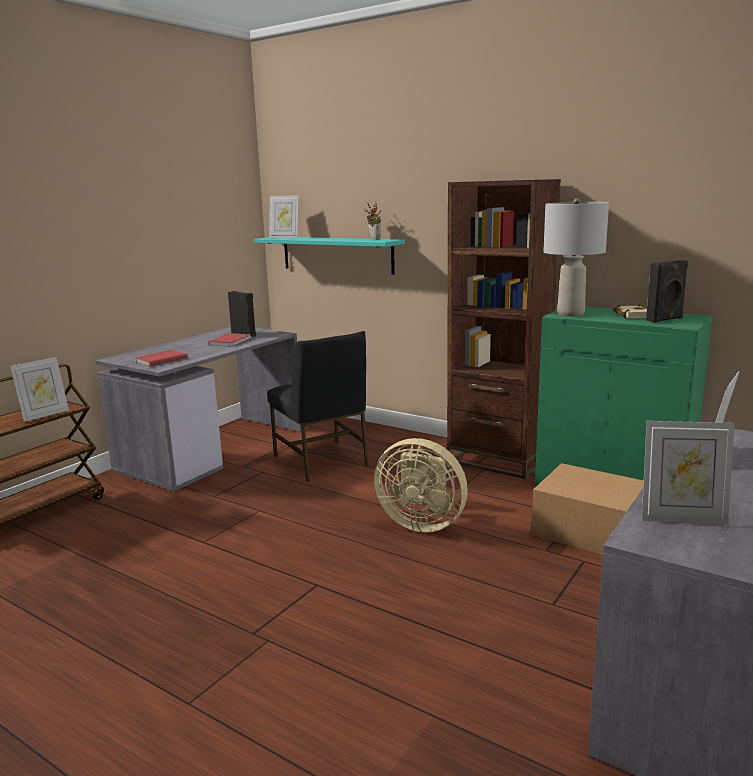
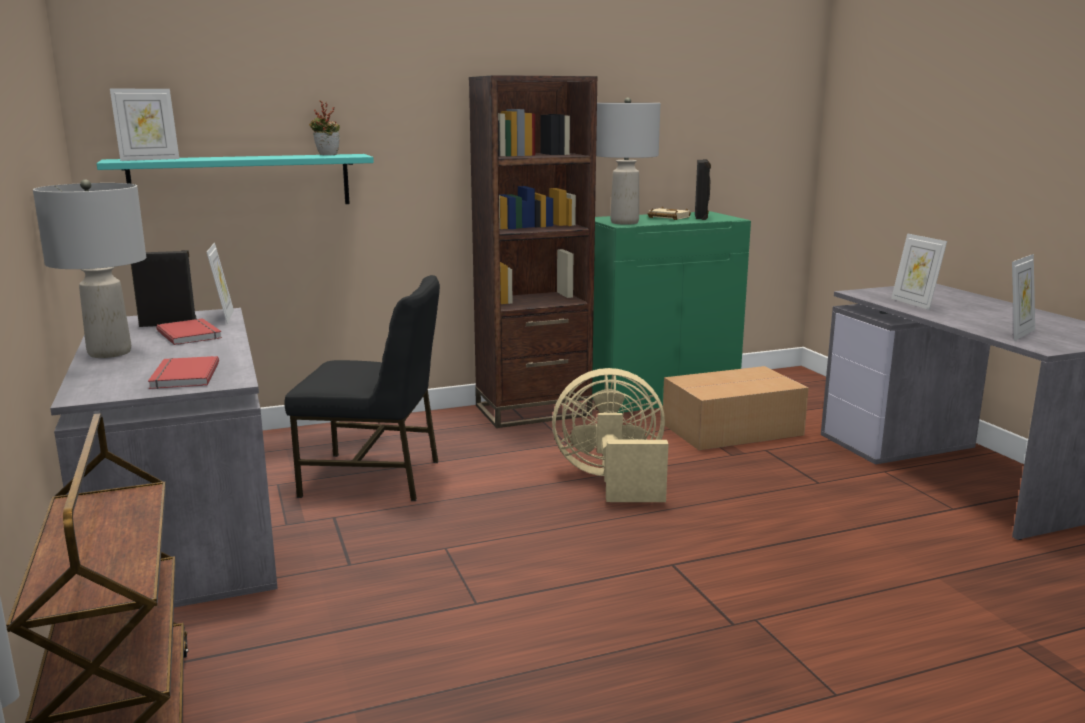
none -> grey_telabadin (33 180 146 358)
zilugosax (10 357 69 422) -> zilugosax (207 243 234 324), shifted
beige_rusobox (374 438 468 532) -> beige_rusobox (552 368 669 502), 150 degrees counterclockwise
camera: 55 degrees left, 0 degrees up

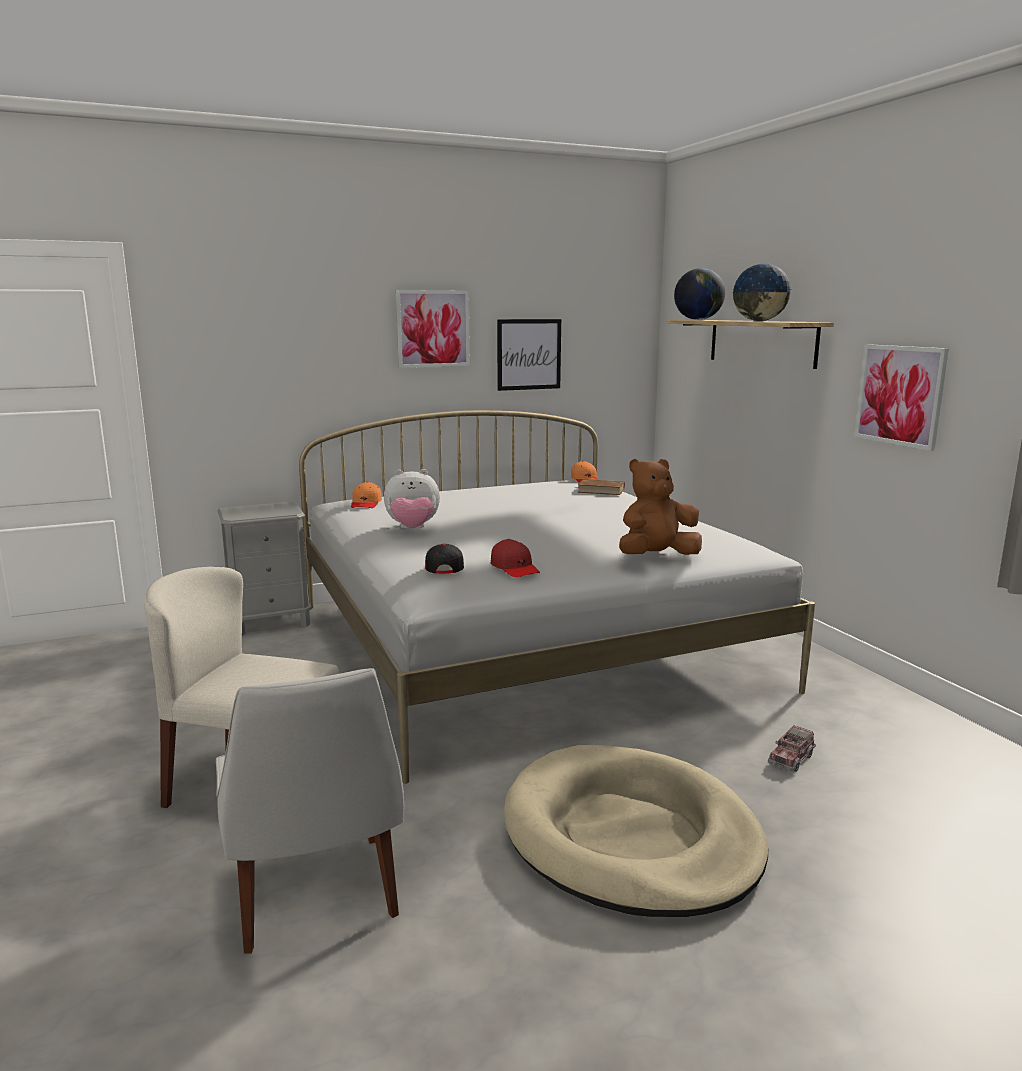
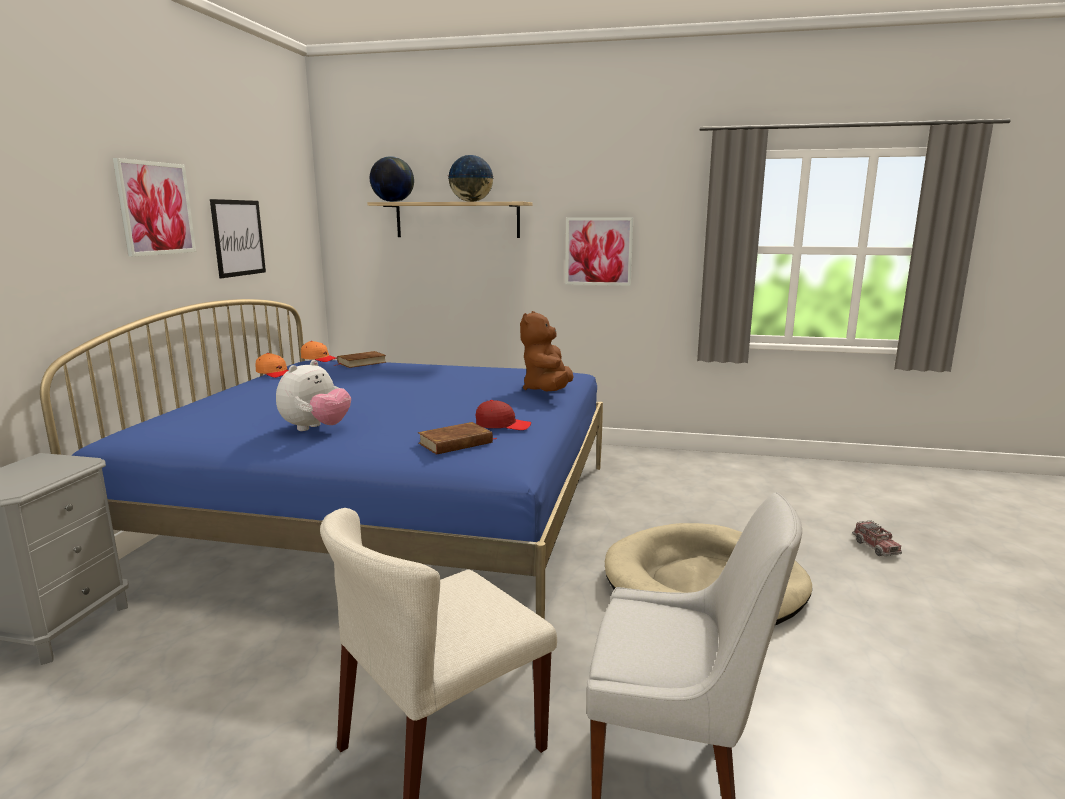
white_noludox (299 410 815 784) -> blue_noludox (40 299 603 619)
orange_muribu (351 481 382 508) -> orange_muribu (255 353 288 378), shifted
black_muribu (425 544 464 574) -> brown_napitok (418 422 496 455)
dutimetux (768 726 816 772) -> dutimetux (852 520 902 556), shifted
camera: 55 degrees left, 0 degrees up

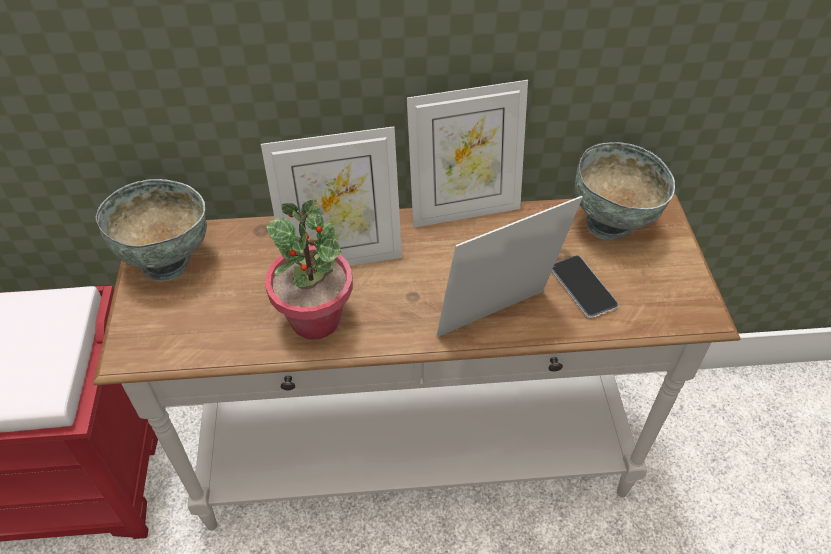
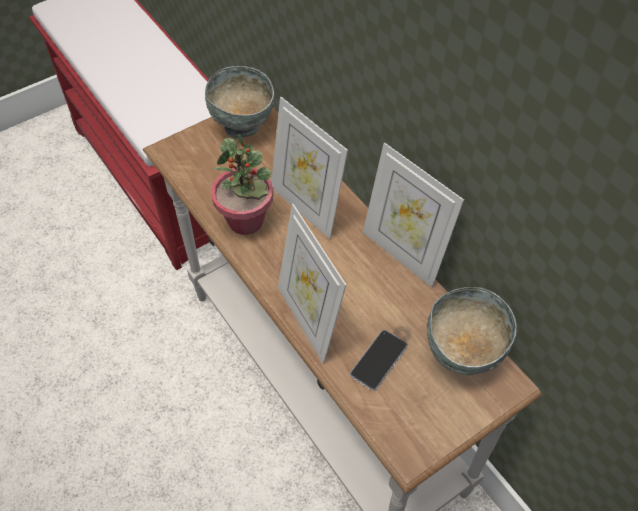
zilugosax (436 196 583 337) -> zilugosax (278 204 346 364), 150 degrees counterclockwise
camera: 60 degrees right, 5 degrees up

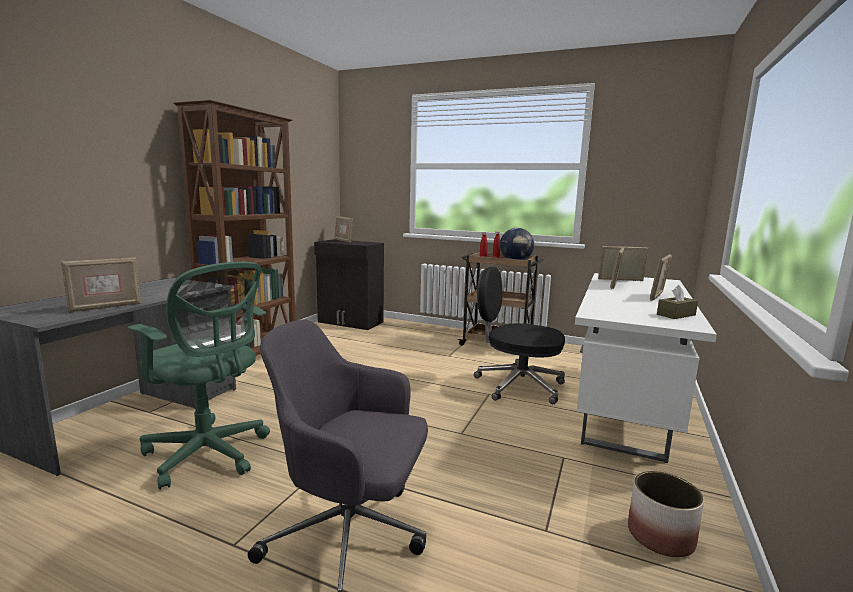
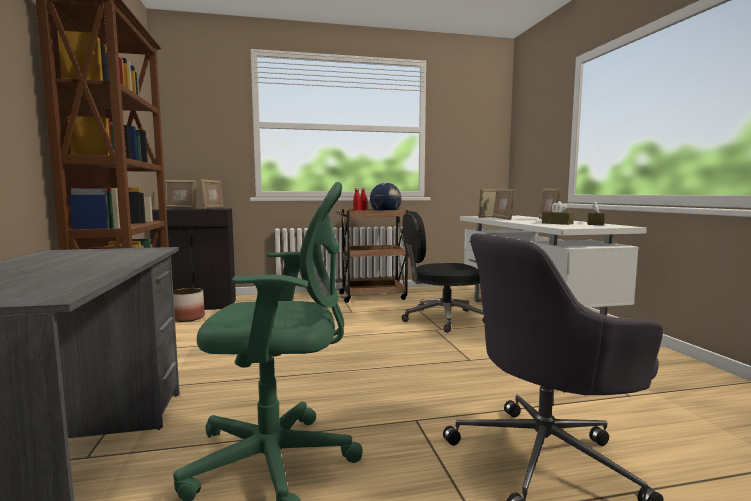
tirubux (628 471 704 557) -> tirubux (173 288 205 322), shifted
zilugosax (61 257 141 313) -> zilugosax (200 179 224 209), shifted
none -> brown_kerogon (542 201 574 225)
camera: 35 degrees left, 5 degrees down

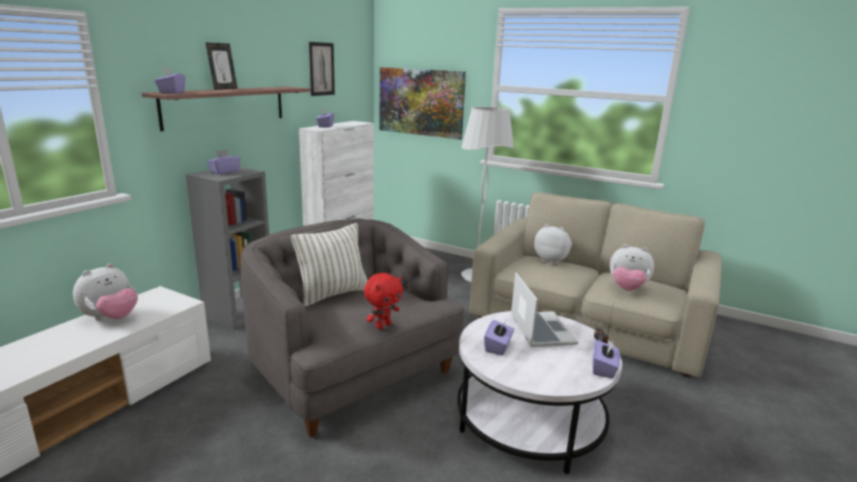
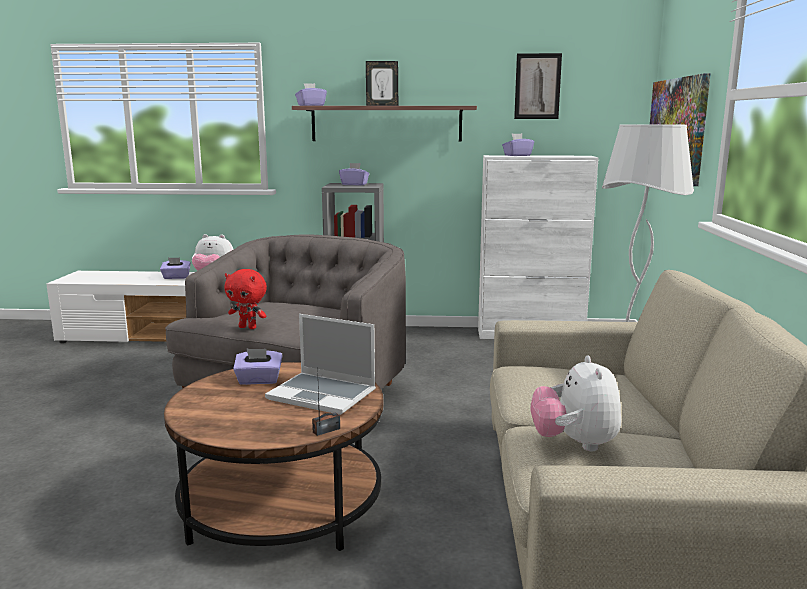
purple_kerogon (592 340 620 378) -> purple_kerogon (160 258 191 279), shifted
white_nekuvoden (457 311 622 474) -> brown_nekuvoden (164 362 383 551)
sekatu (511 273 578 347) -> sekatu (265 314 376 415), 60 degrees clockwise
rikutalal (291 223 368 306) -> none
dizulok (534 224 572 265) -> none
camera: 65 degrees right, 5 degrees down

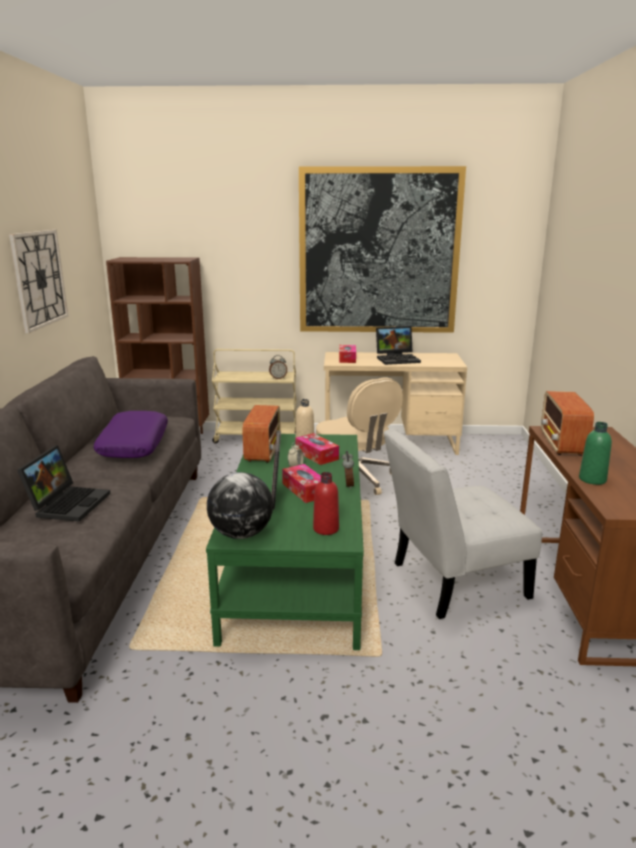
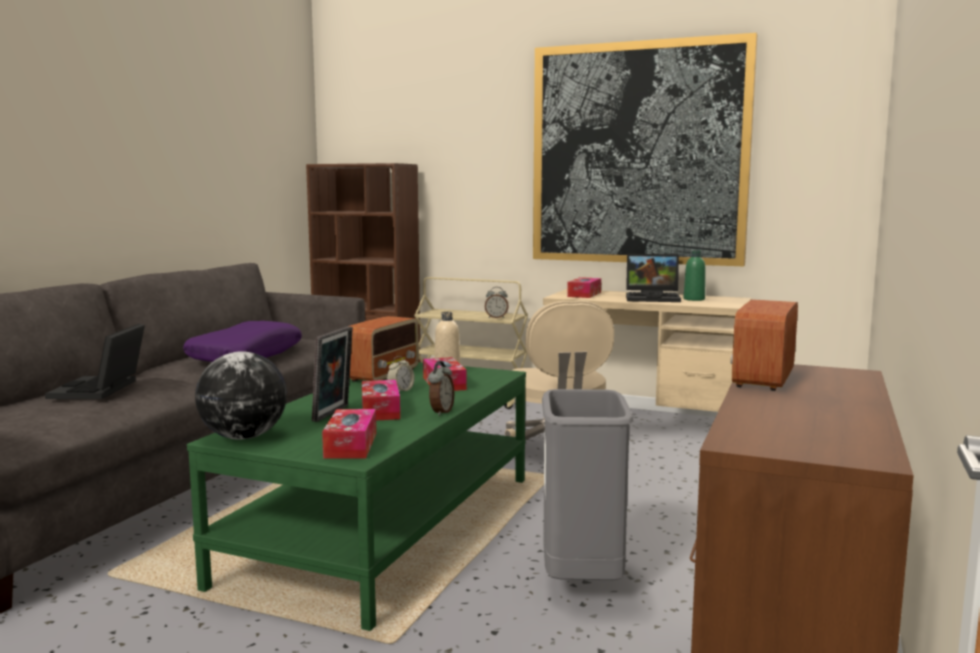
sekatu (17 445 111 522) -> sekatu (45 324 145 399), 150 degrees clockwise
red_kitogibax (313 472 339 535) -> kerogon (322 409 376 459)
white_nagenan (384 429 542 619) -> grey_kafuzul (542 389 633 580)
green_kitogibax (579 422 612 485) -> green_kitogibax (684 250 706 301), shifted
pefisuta (9 230 68 333) -> none
camera: 20 degrees right, 10 degrees down

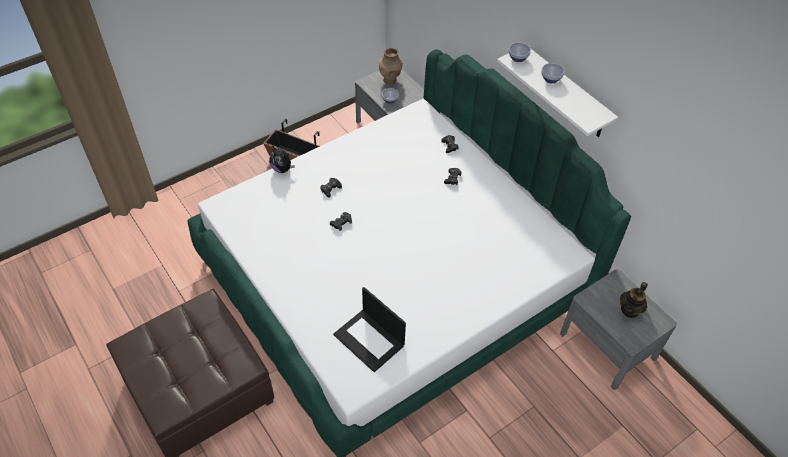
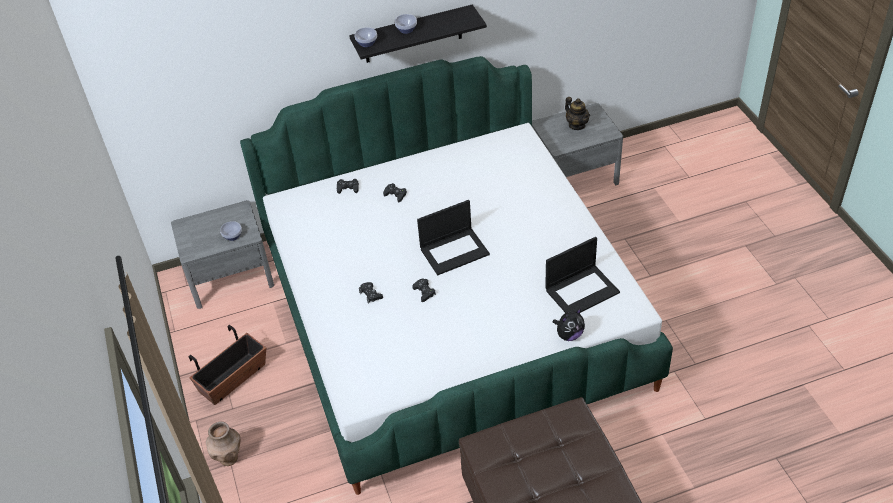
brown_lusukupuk (379 47 403 84) -> brown_lusukupuk (206 421 241 466), shifted
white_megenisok (497 48 618 137) -> black_megenisok (349 5 487 63)
none -> sekatu (417 200 490 275)
dizulok (269 146 295 173) -> dizulok (553 308 585 341), shifted
camera: 70 degrees left, 5 degrees down

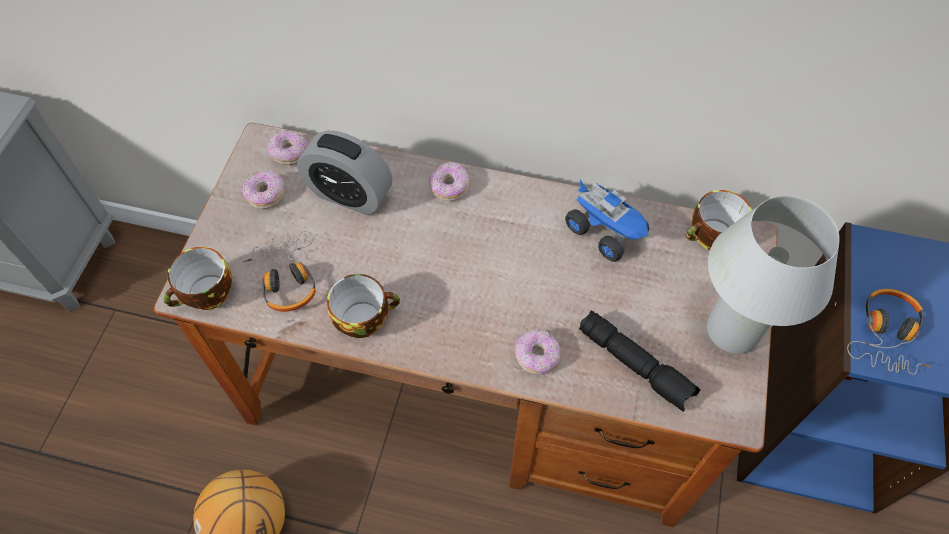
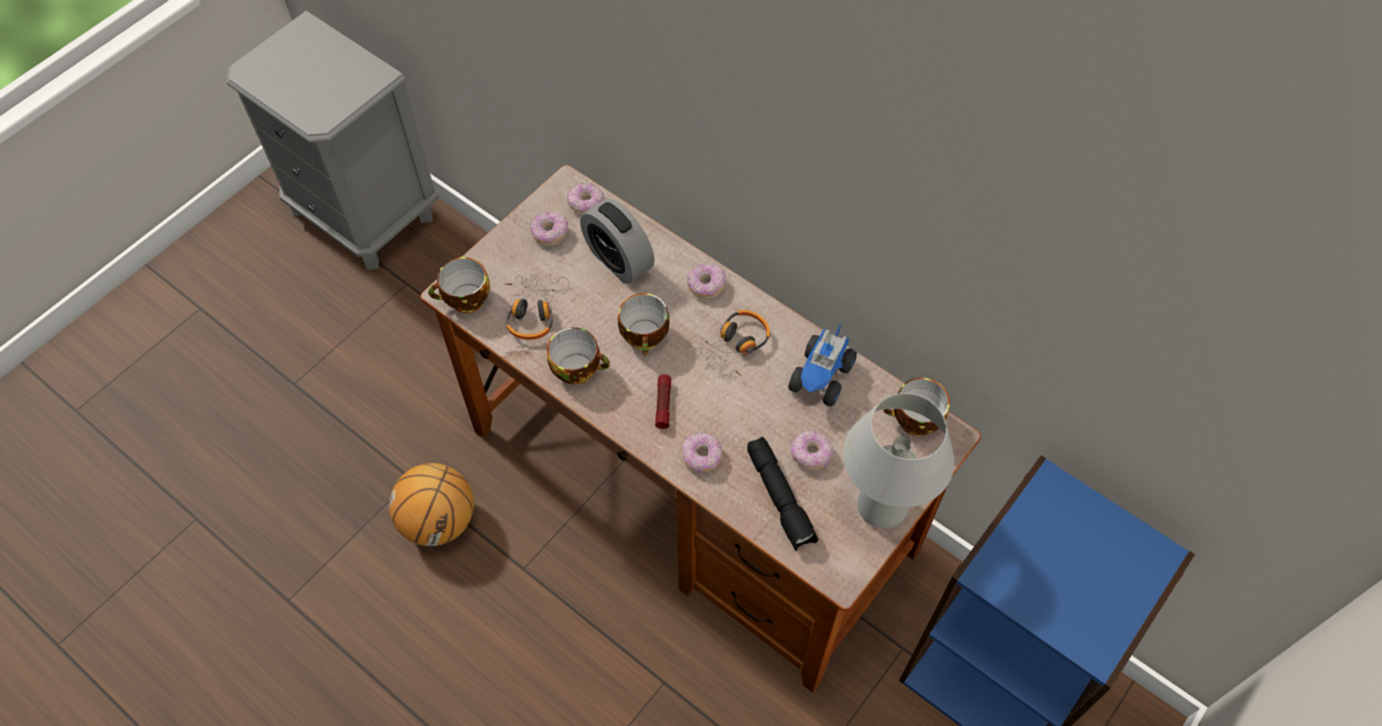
none -> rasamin (618 293 670 356)
none -> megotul (655 374 671 429)
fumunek (847 289 931 375) -> fumunek (687 310 770 376), shifted
dutimetux (565 180 649 262) -> dutimetux (788 324 857 406), 45 degrees clockwise
none -> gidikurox (791 430 833 470)
camera: 25 degrees right, 0 degrees up

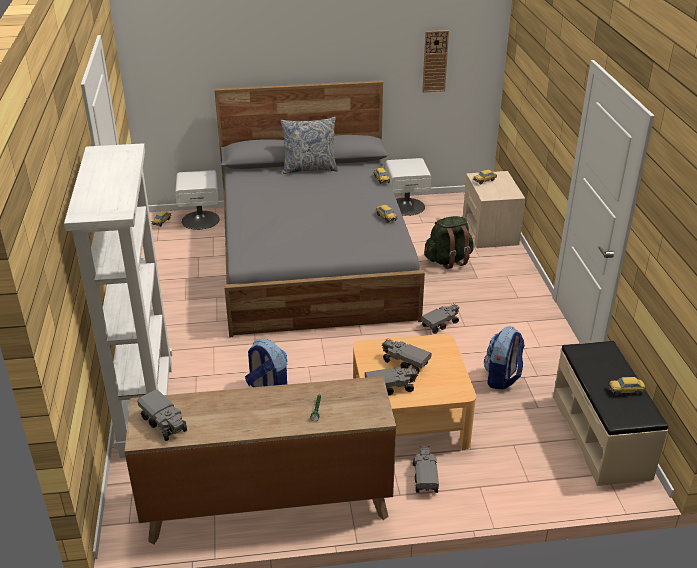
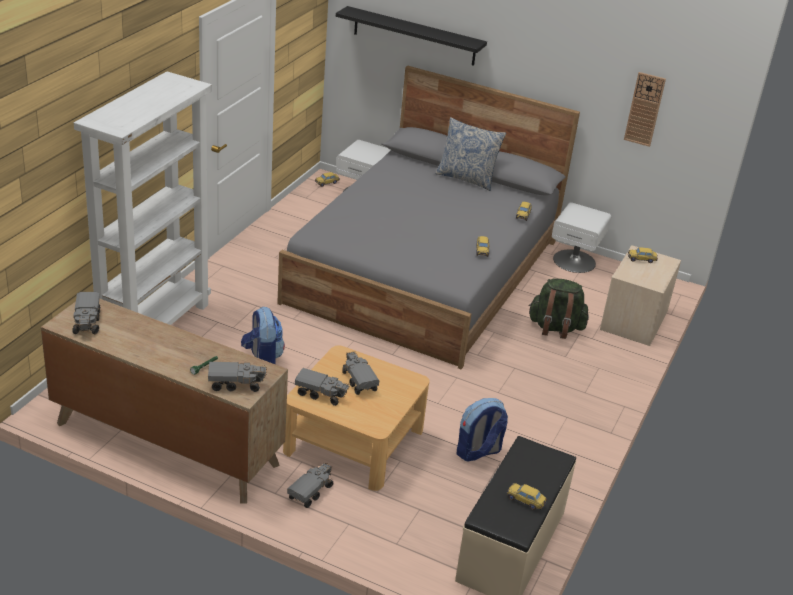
dutimetux (421 304 459 334) -> dutimetux (208 362 267 392), shifted
none -> black_megenisok (336 6 487 66)
camera: 30 degrees right, 0 degrees up

